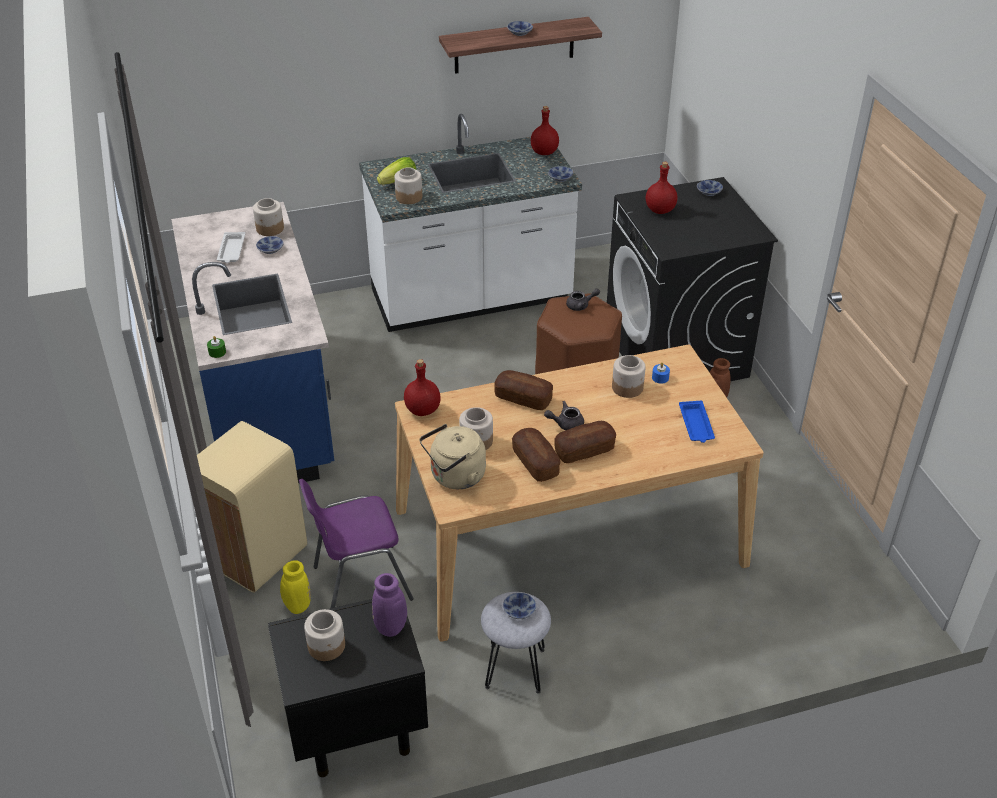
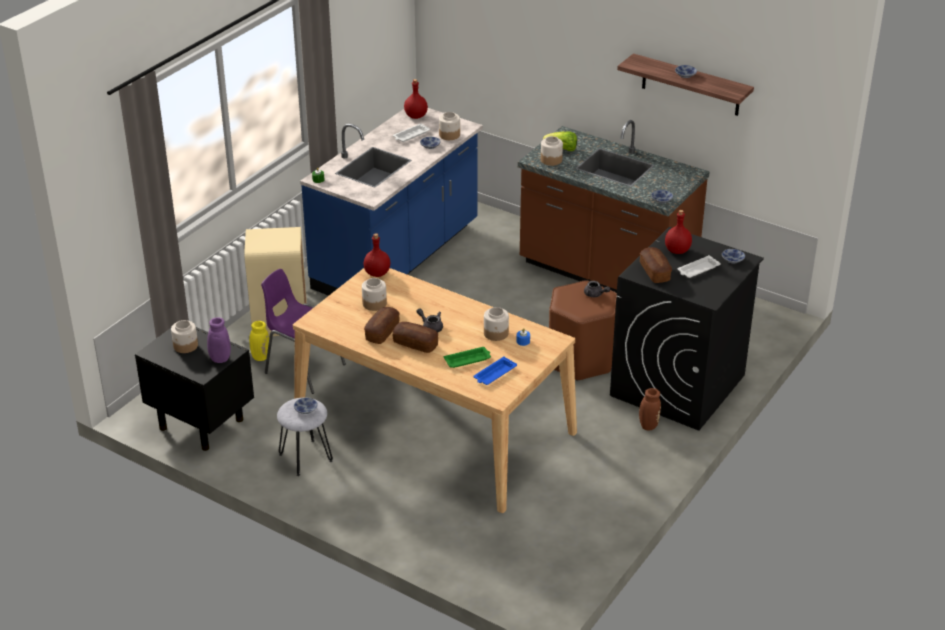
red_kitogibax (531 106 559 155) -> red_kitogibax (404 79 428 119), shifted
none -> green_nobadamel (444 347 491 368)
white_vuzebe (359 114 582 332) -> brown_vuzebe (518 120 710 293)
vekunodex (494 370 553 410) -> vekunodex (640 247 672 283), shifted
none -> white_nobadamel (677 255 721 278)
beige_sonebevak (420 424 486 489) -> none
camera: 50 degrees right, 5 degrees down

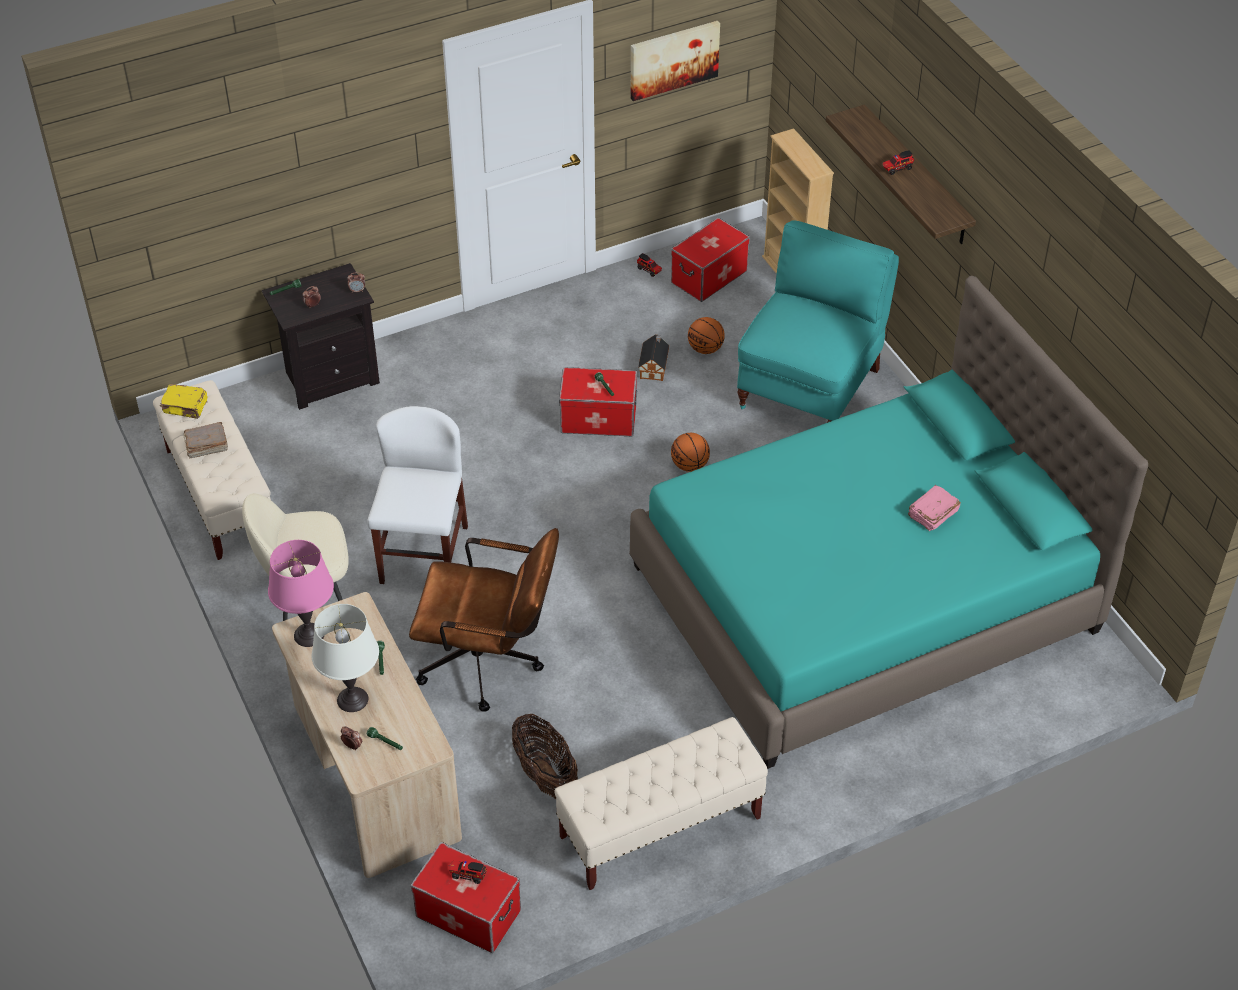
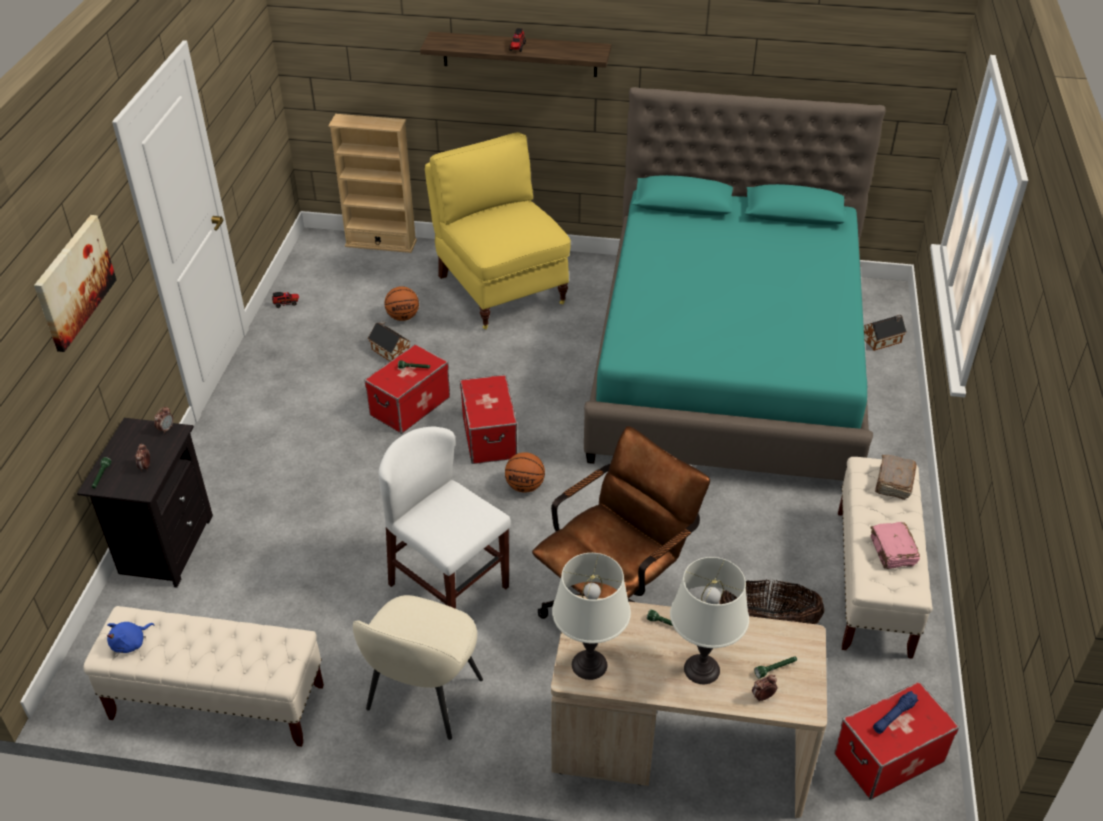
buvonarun (631 21 720 101) -> buvonarun (34 215 116 352), shifted
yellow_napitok (160 384 207 419) -> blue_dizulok (107 622 154 653)
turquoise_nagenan (737 220 899 423) -> yellow_nagenan (425 132 571 329)
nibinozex (671 218 750 302) -> nibinozex (460 375 517 464), shifted
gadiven (671 433 710 472) -> gadiven (505 452 545 493), shifted
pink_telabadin (268 540 334 647) -> white_telabadin (552 553 631 680)
none -> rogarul (864 315 907 351)
pink_napitok (908 485 961 531) -> pink_napitok (870 522 920 569), shifted
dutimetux (449 861 487 884) -> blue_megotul (873 691 918 734)
brown_napitok (183 422 228 459) -> brown_napitok (875 455 916 500), shifted
camera: 55 degrees left, 5 degrees down

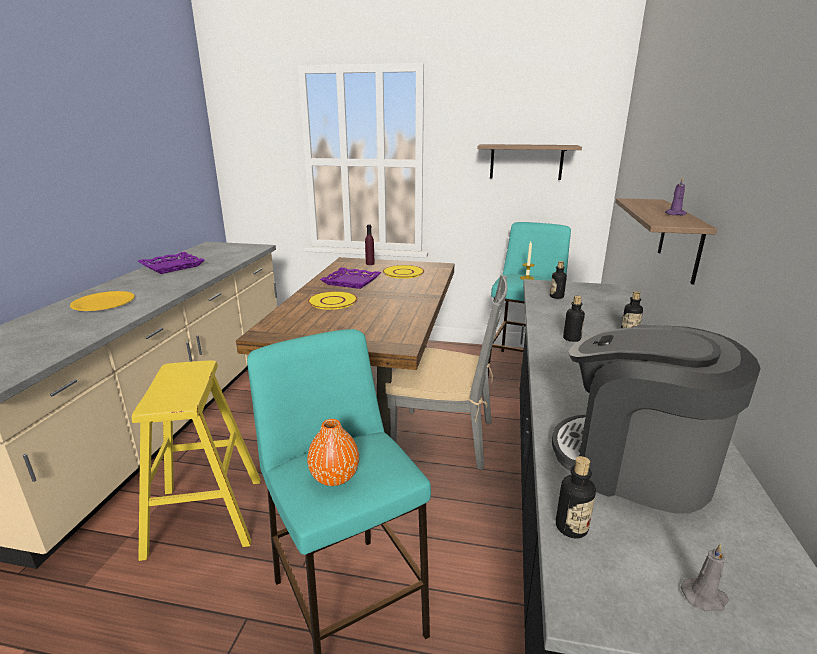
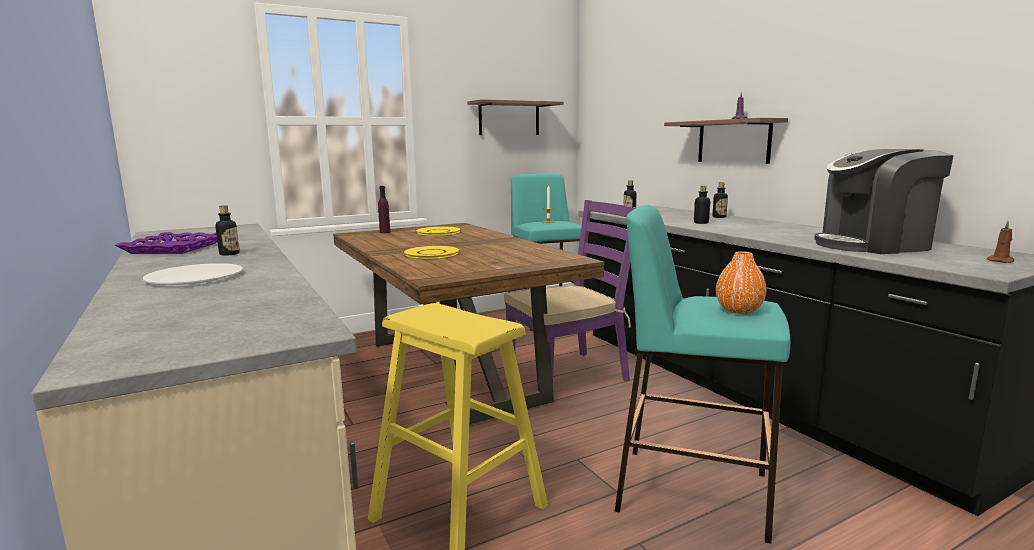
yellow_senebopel (70 291 135 311) -> white_senebopel (143 263 243 285)
kitogibax (556 456 596 539) -> kitogibax (215 206 240 256), shifted
grey_nagenan (385 275 508 470) -> purple_nagenan (504 200 637 382)
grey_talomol (681 543 729 611) -> brown_talomol (986 221 1014 263)
purple_nobadamel (320 267 381 289) -> none
camera: 40 degrees left, 10 degrees down

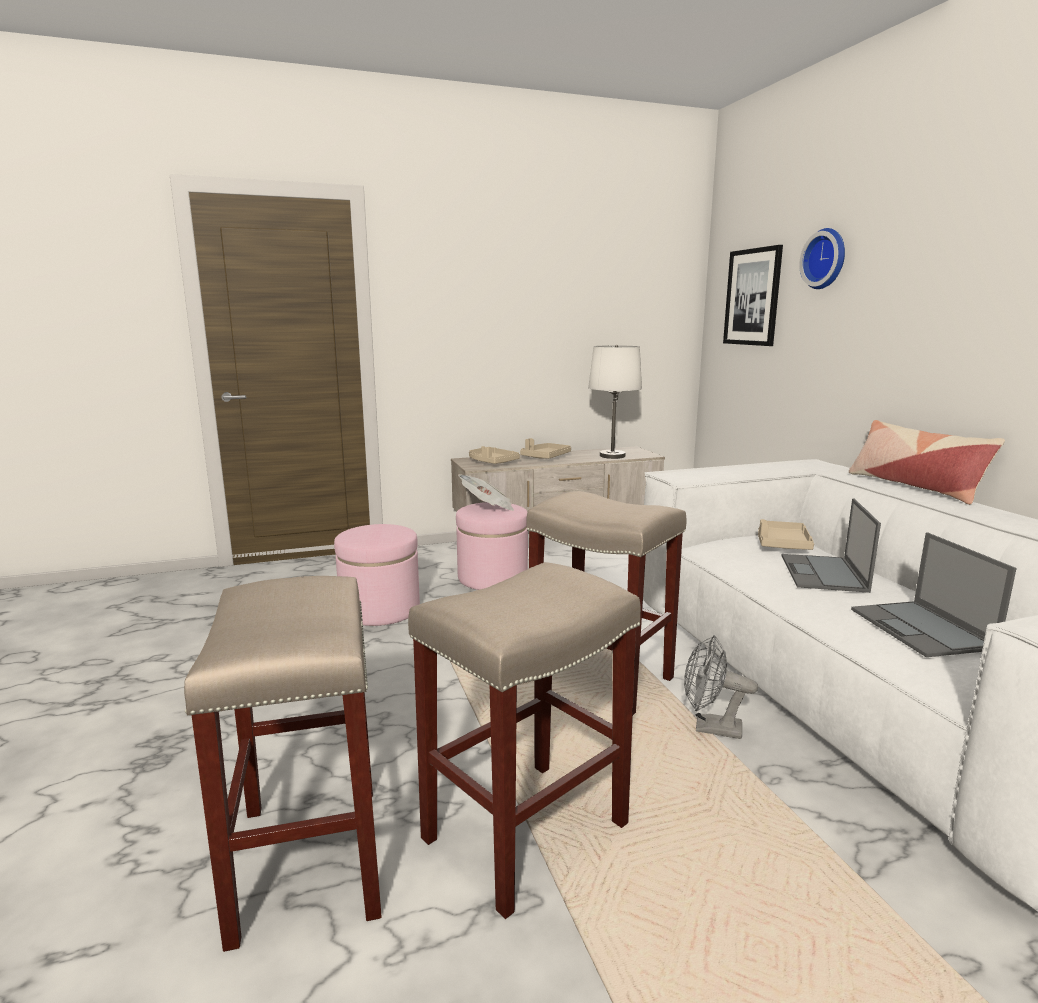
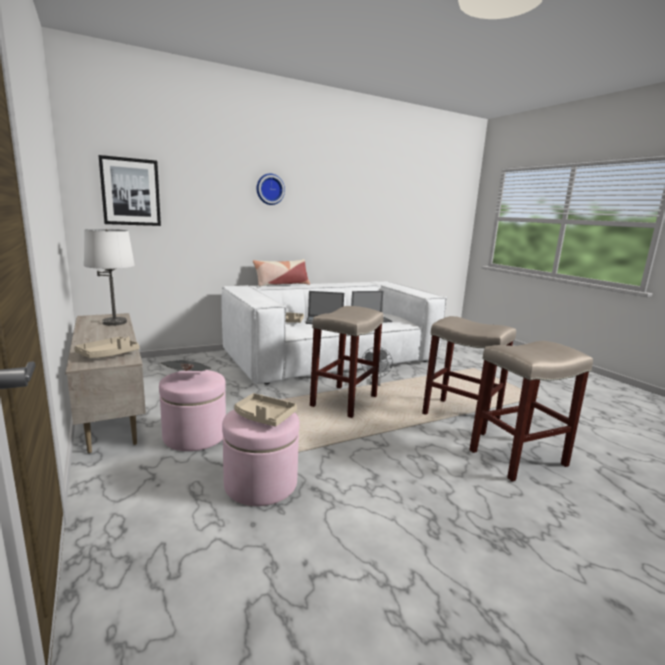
beige_nobadamel (520 438 571 459) -> beige_nobadamel (234 393 297 427), shifted
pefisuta (799 228 845 289) -> pefisuta (257 174 285 205), shifted
camera: 100 degrees left, 0 degrees up

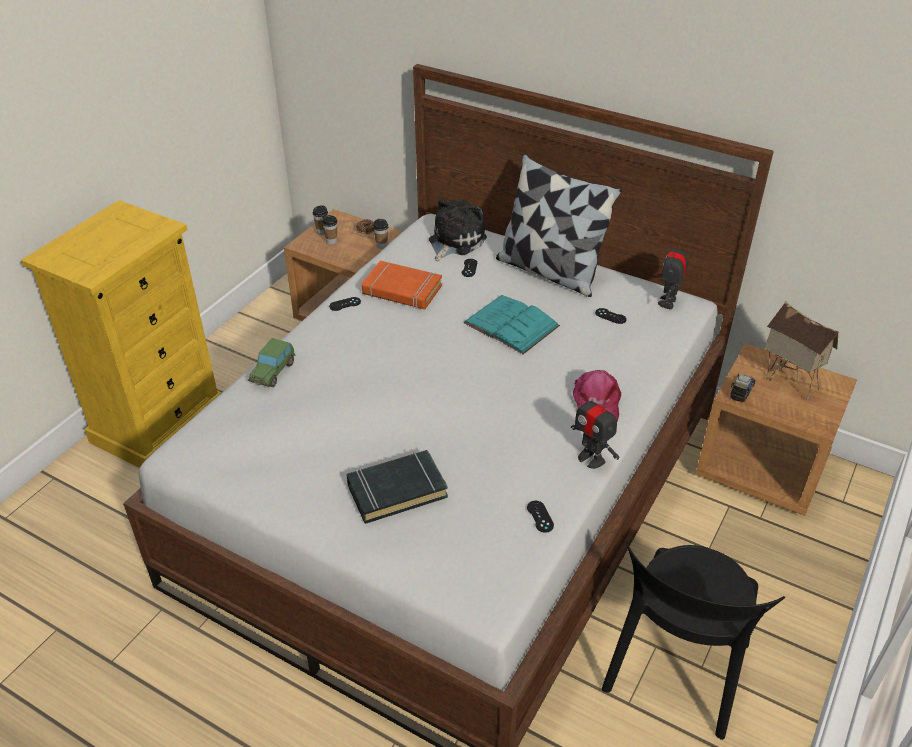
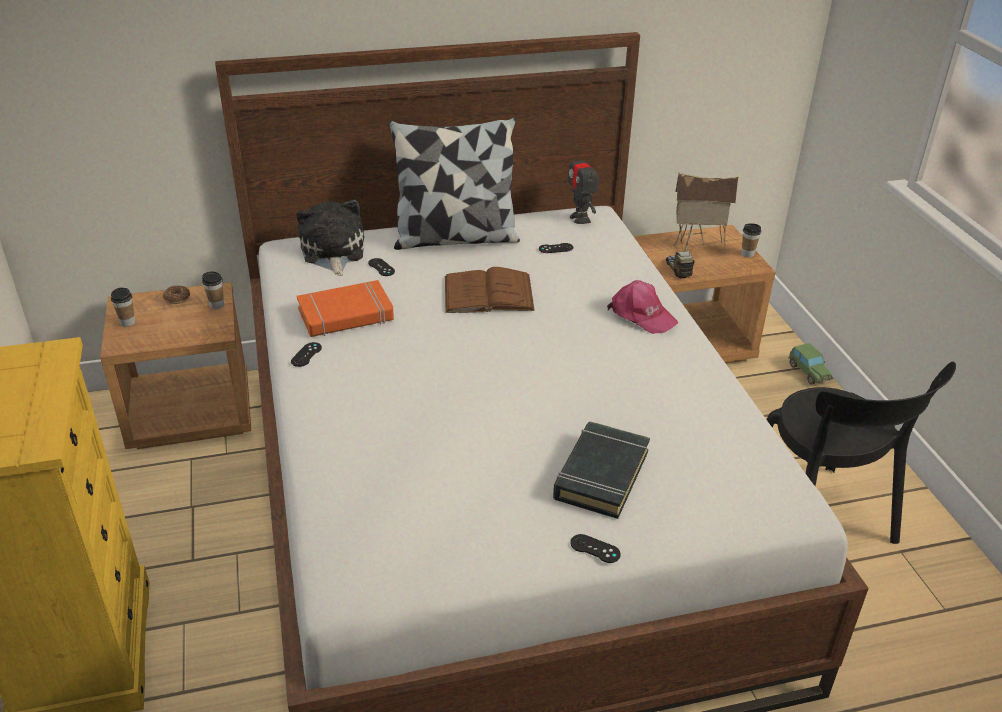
turquoise_napitok (463 295 560 354) -> brown_napitok (445 267 535 313)
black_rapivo (527 501 554 533) -> black_rapivo (570 534 621 563), shifted
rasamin (322 215 338 245) -> rasamin (741 223 761 257), shifted
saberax (248 338 295 387) -> saberax (788 343 833 385), shifted
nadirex (571 387 620 469) -> none
camera: 45 degrees left, 5 degrees down

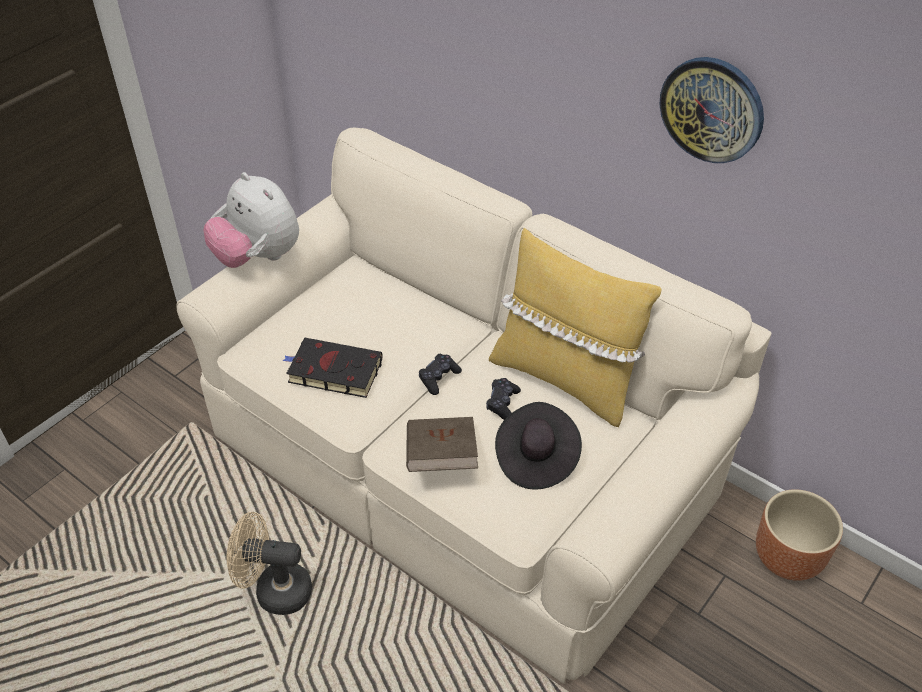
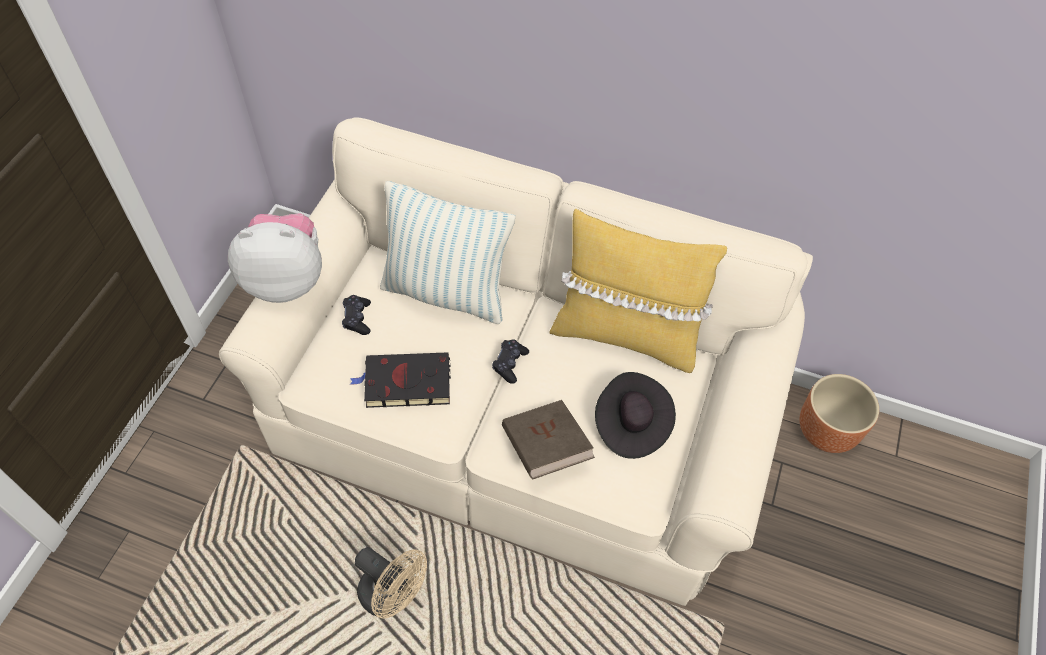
dizulok (203 172 299 268) -> dizulok (228 213 322 303), 150 degrees clockwise
black_rapivo (486 378 521 420) -> black_rapivo (342 295 371 335), shifted
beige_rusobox (226 512 312 615) -> beige_rusobox (355 547 427 618), 135 degrees counterclockwise
none -> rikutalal (380 181 515 324)
pefisuta (659 57 764 163) -> none
camera: 20 degrees left, 10 degrees up

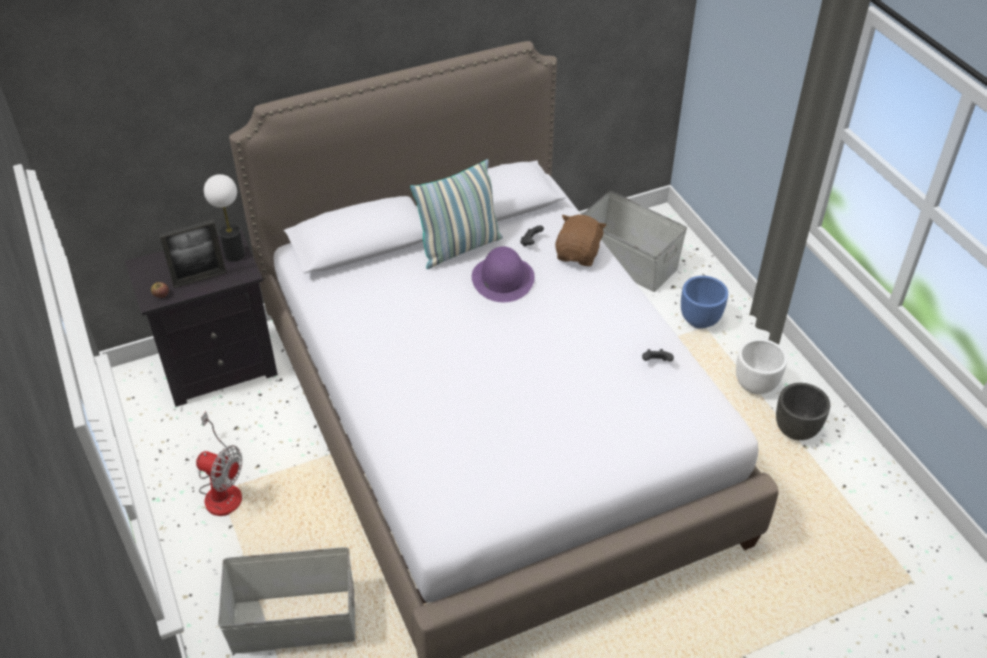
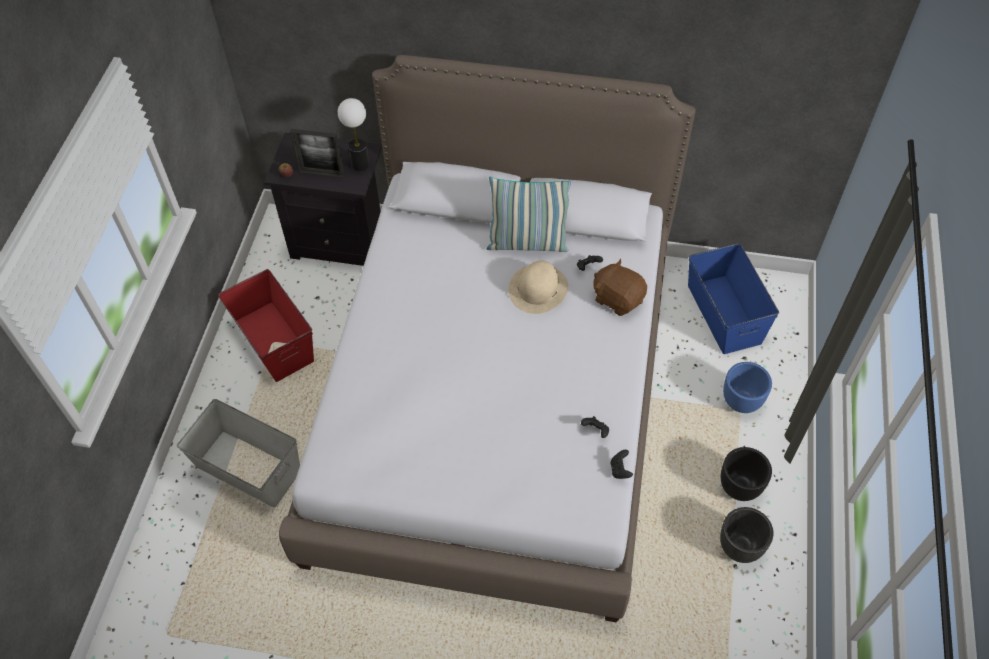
rusobox (196 411 242 516) -> red_nibinozex (218 269 314 382)
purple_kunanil (472 246 535 302) -> beige_kunanil (508 261 568 314)
brown_dizulok (555 215 607 266) -> brown_dizulok (594 259 647 316), 105 degrees counterclockwise
none -> black_rapivo (611 450 633 479)
grey_nibinozex (582 191 687 292) -> blue_nibinozex (688 243 779 354)
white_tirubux (736 339 787 394) -> black_tirubux (721 447 772 501)
camera: 35 degrees right, 10 degrees up

